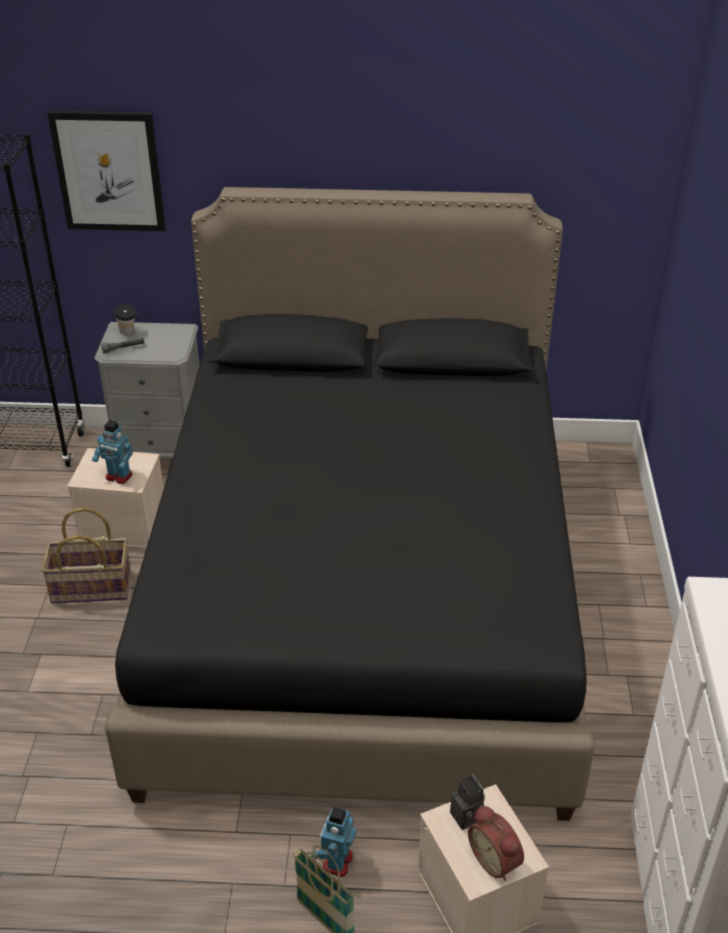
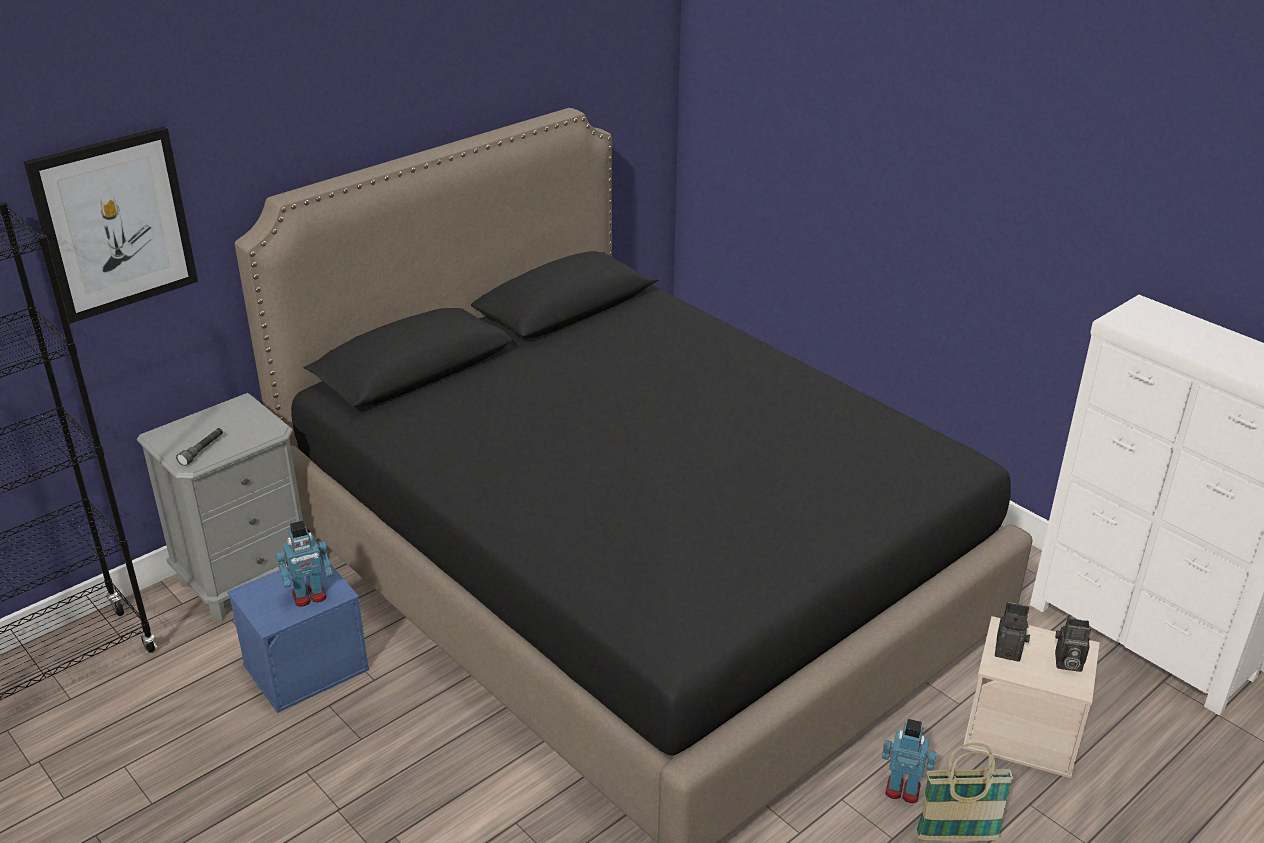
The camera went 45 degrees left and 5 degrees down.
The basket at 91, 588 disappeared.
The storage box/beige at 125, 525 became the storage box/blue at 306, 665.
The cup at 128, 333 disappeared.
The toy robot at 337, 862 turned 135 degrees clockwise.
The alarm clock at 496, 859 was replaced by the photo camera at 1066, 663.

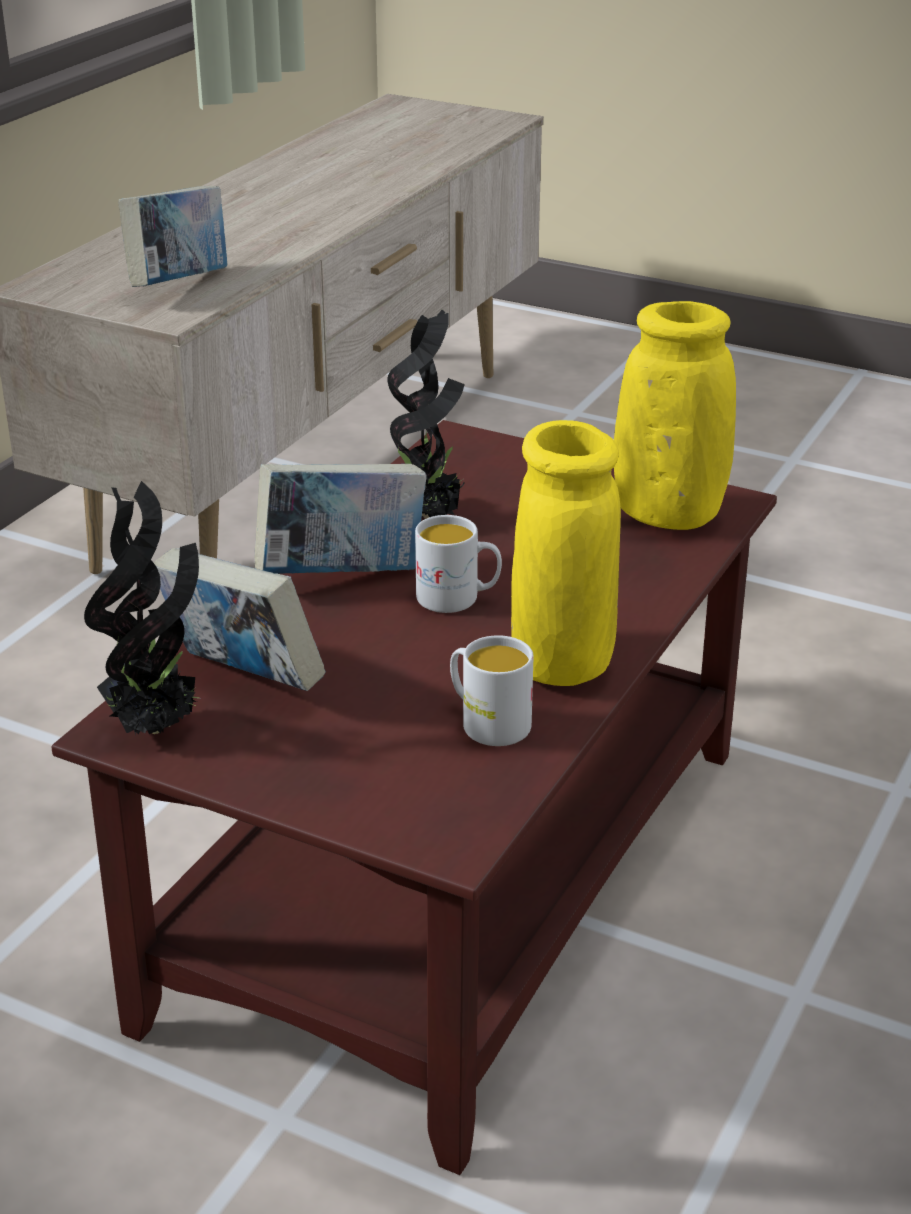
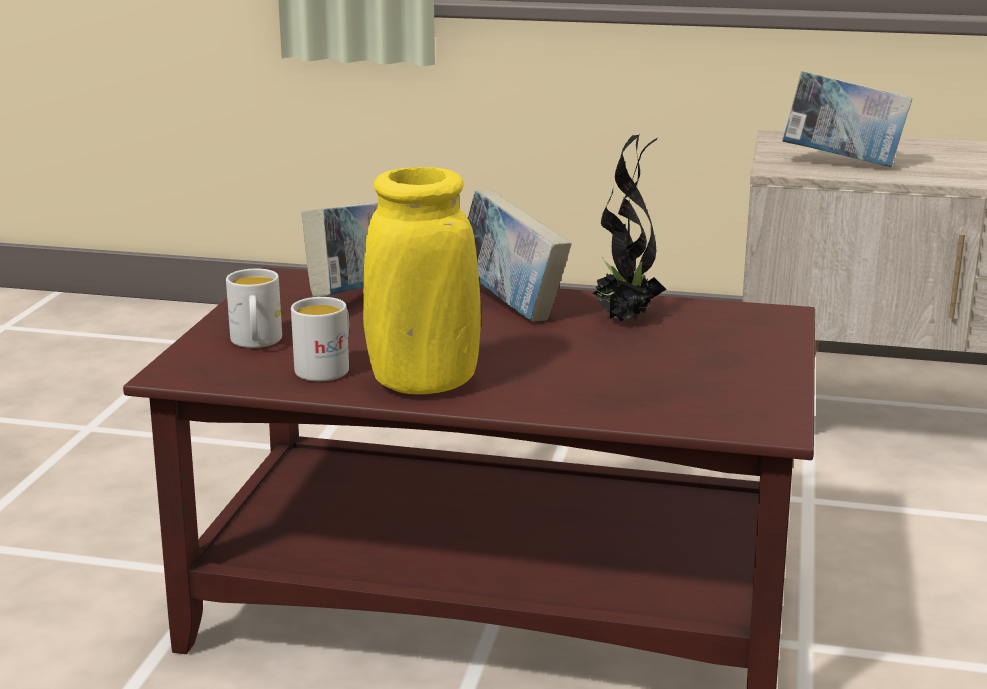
The camera went 75 degrees right and 10 degrees down.
The potted plant at 157, 727 disappeared.
The mug/white moved from 458, 598 to 256, 343.
The vase/yellow at 668, 515 disappeared.

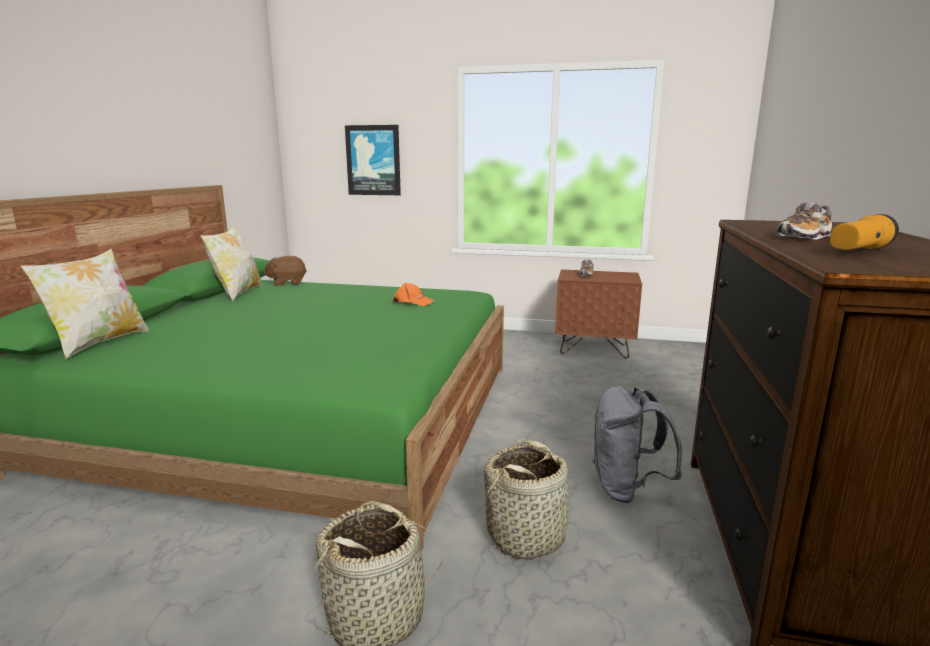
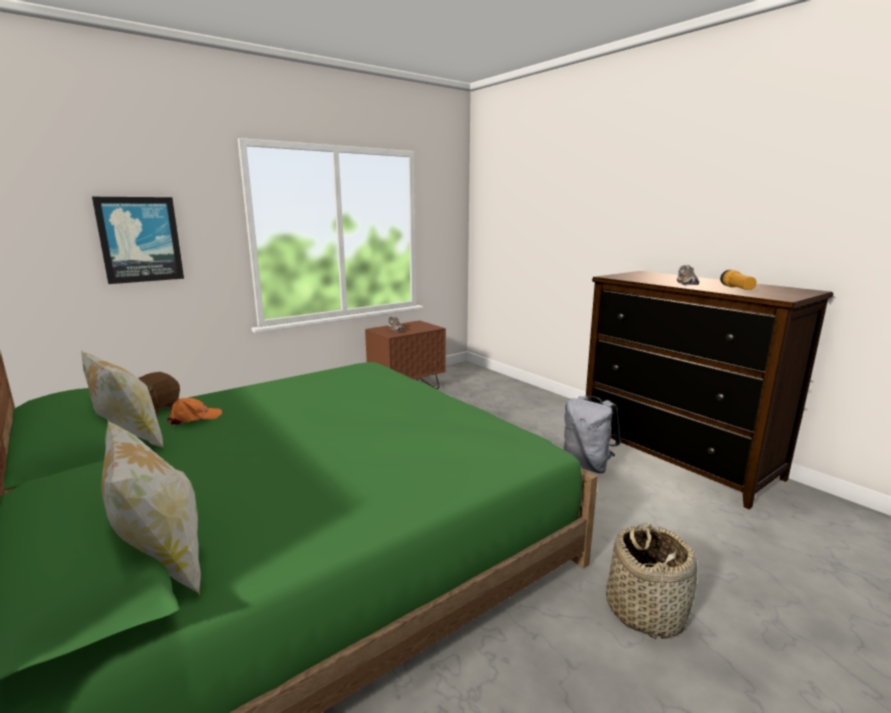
The camera went 50 degrees left and 0 degrees up.
The cap/orange moved from 412, 302 to 194, 418.
The basket at 526, 535 disappeared.

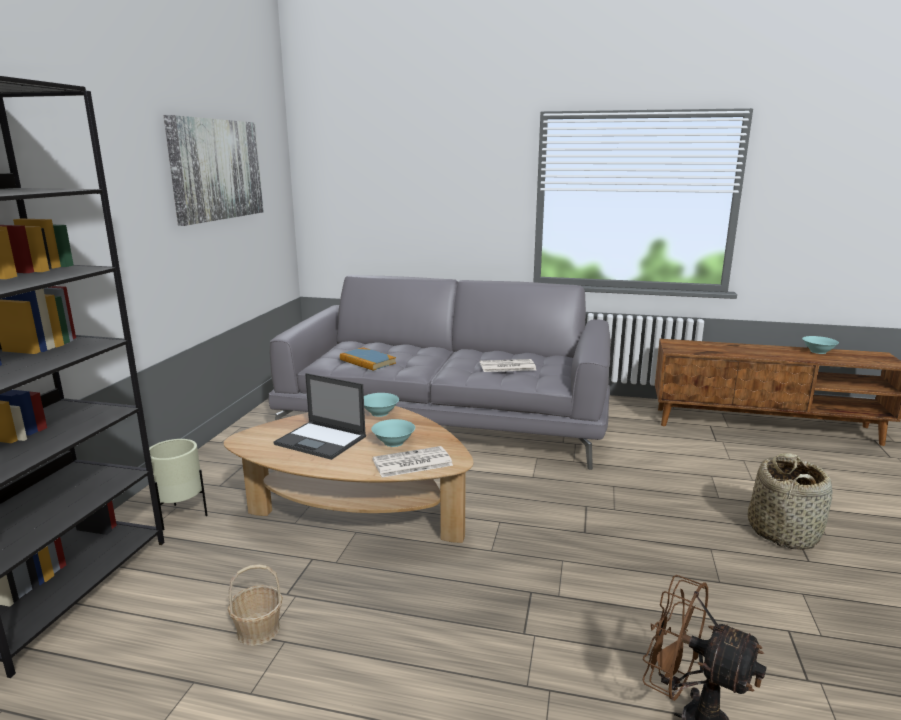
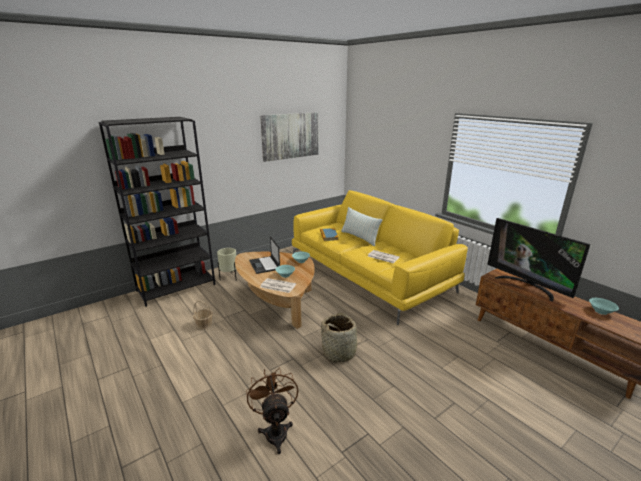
The camera went 40 degrees right and 5 degrees up.
The sofa/grey at 448, 419 became the sofa/yellow at 369, 274.
The basket moved from 783, 532 to 339, 352.
The pillow at 359, 237 appeared.
The television at 527, 286 appeared.

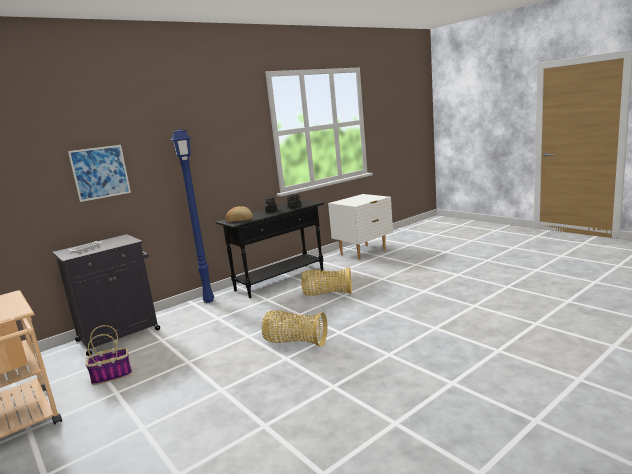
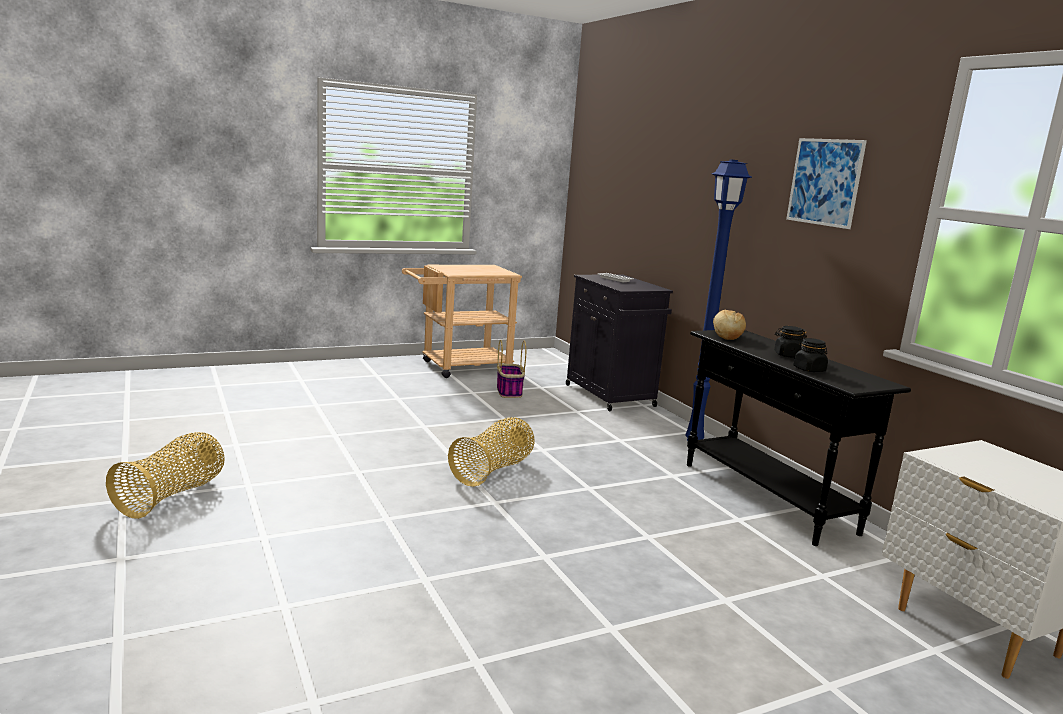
The camera went 100 degrees right and 0 degrees up.
The picture moved from 100, 172 to 824, 182.
The basket moved from 327, 294 to 172, 496.

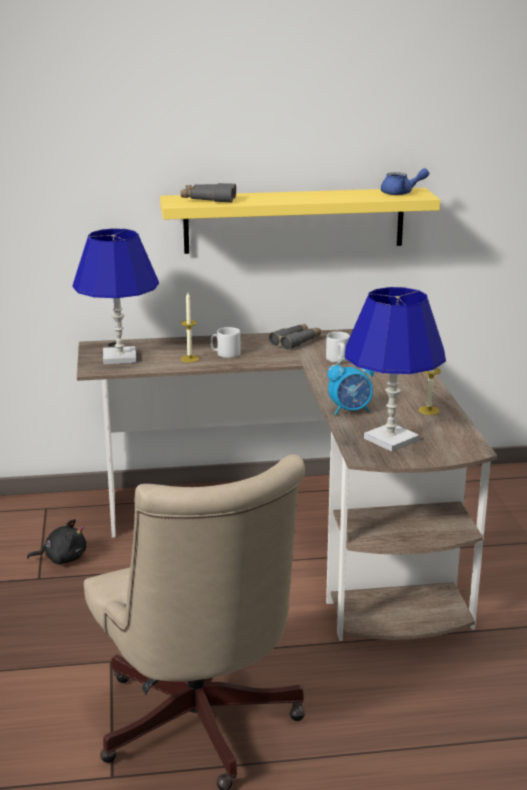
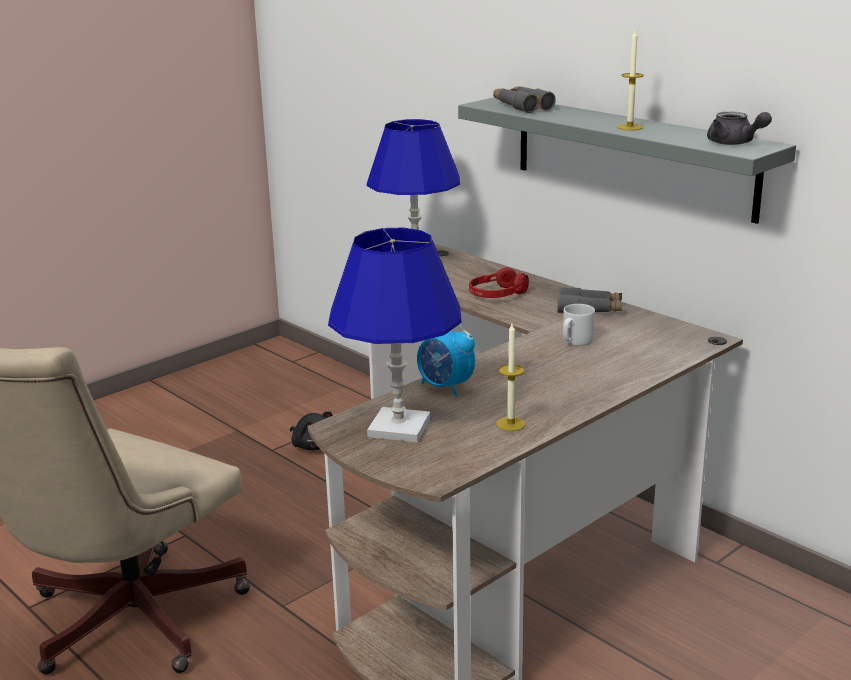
The camera went 55 degrees right and 0 degrees up.
The shelf/yellow at 294, 220 became the shelf/grey at 631, 156.
The candle moved from 189, 359 to 629, 127.
The mug/grey at 225, 354 was replaced by the headphones/red at 497, 294.
The teapot/blue at 401, 193 became the teapot/grey at 734, 143.

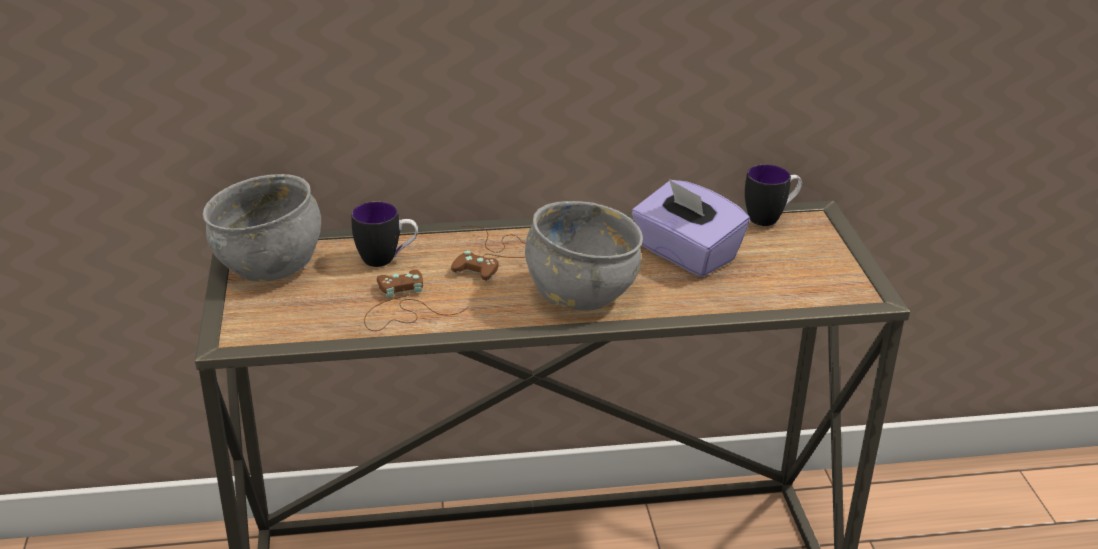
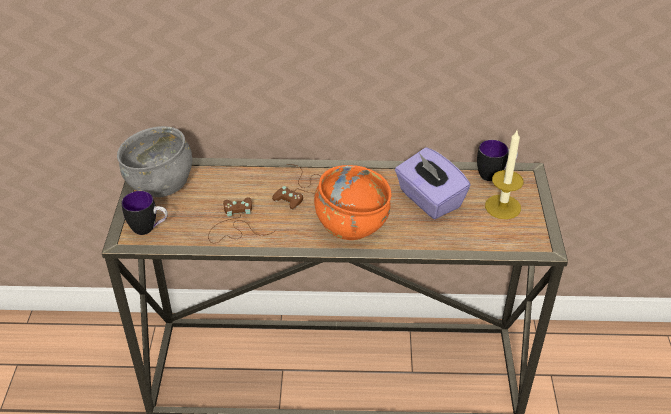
The camera went 10 degrees right and 10 degrees up.
The mug moved from 387, 260 to 149, 229.
The bowl/grey at 581, 293 became the bowl/orange at 351, 225.
The candle at 502, 207 appeared.

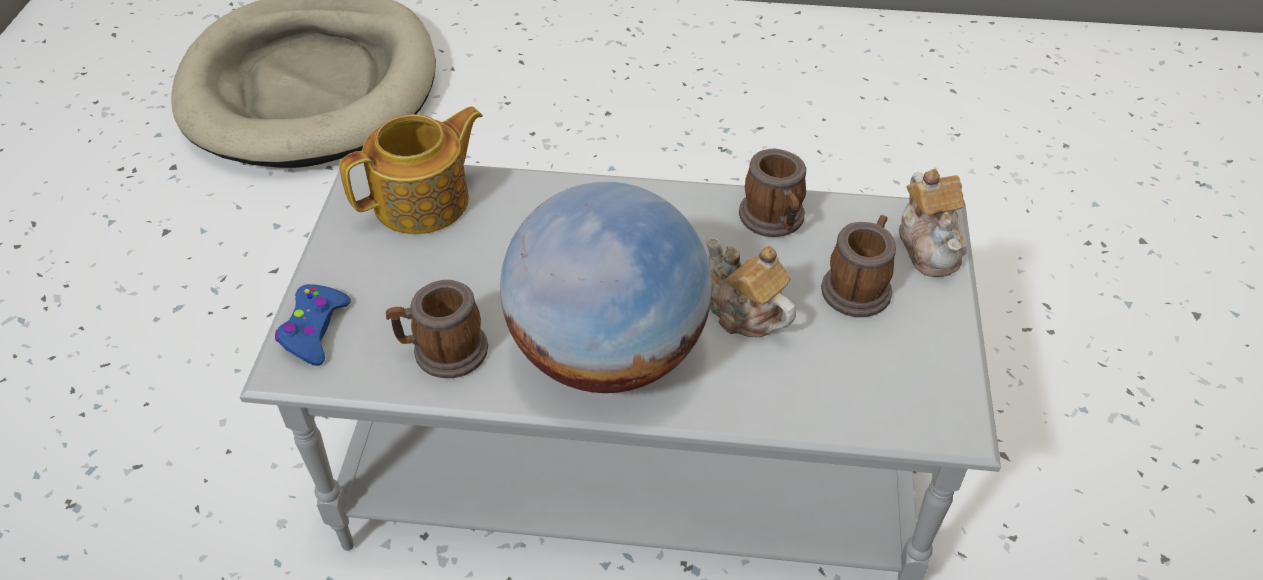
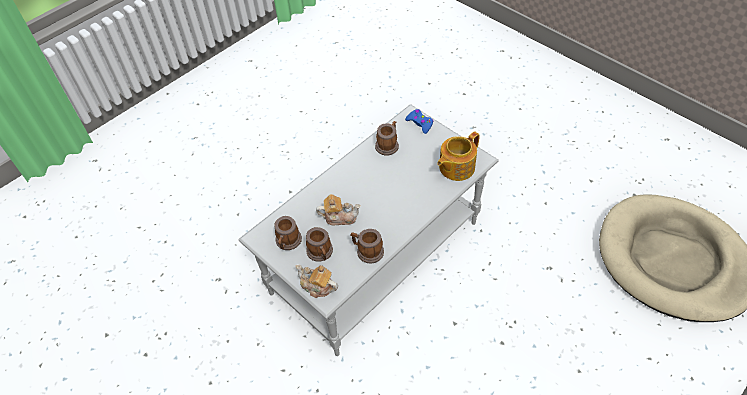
The camera went 130 degrees right and 5 degrees up.
The teapot at 424, 201 turned 45 degrees clockwise.
The globe at 607, 354 disappeared.
The mug at 287, 242 appeared.

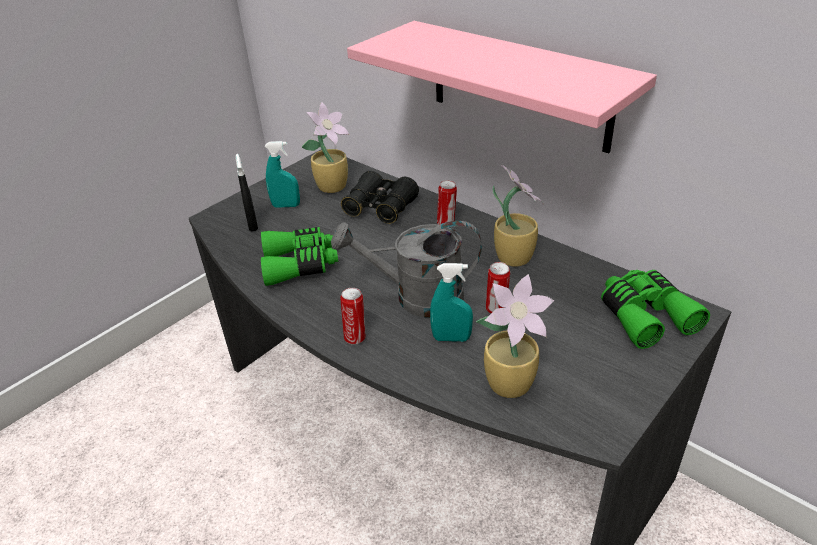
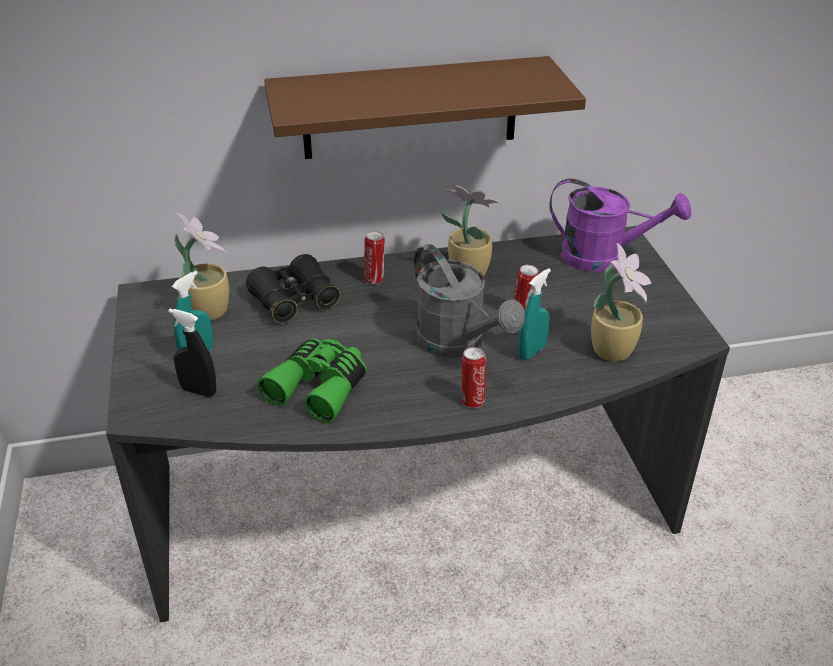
The camera went 55 degrees left and 0 degrees up.
The watering can/grey at 416, 297 turned 75 degrees counterclockwise.
The shelf/pink at 519, 85 became the shelf/brown at 410, 108.
The binoculars/green at 645, 315 was replaced by the watering can/purple at 604, 257.

